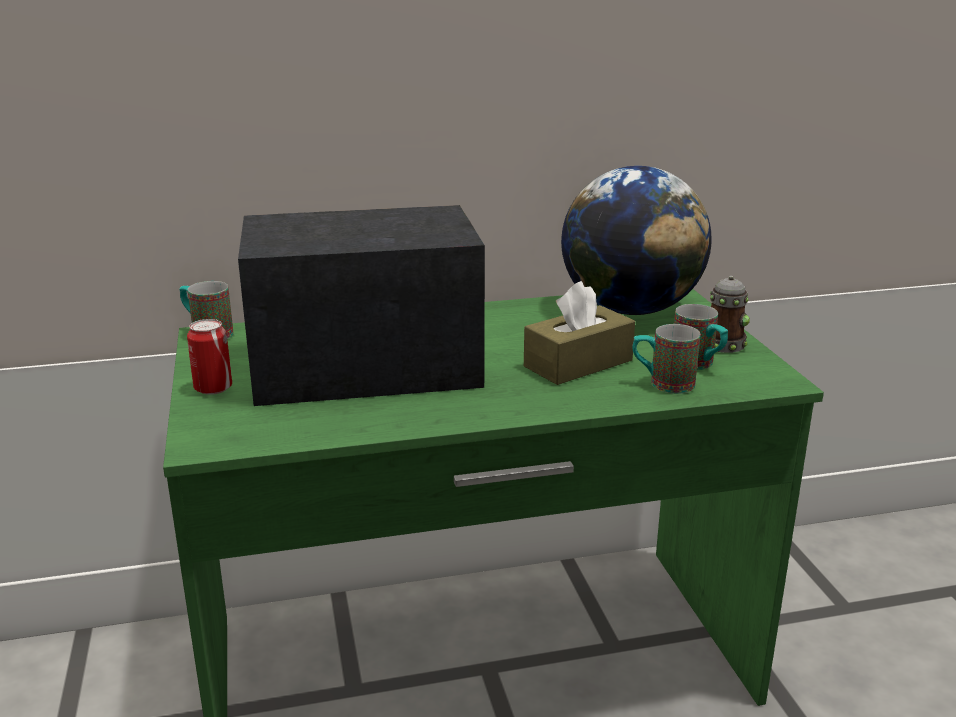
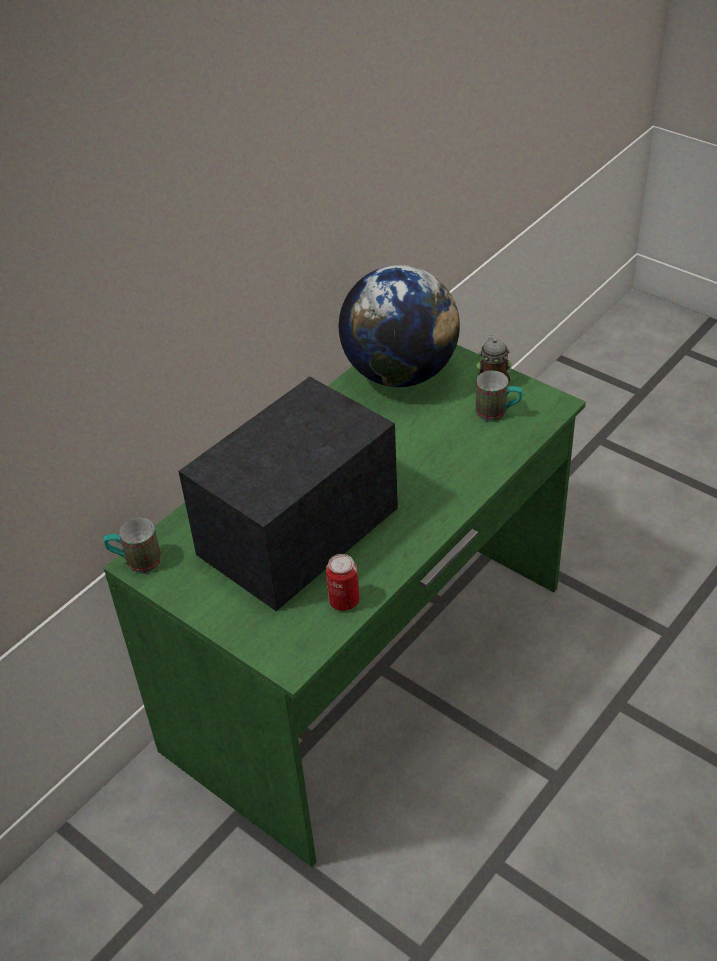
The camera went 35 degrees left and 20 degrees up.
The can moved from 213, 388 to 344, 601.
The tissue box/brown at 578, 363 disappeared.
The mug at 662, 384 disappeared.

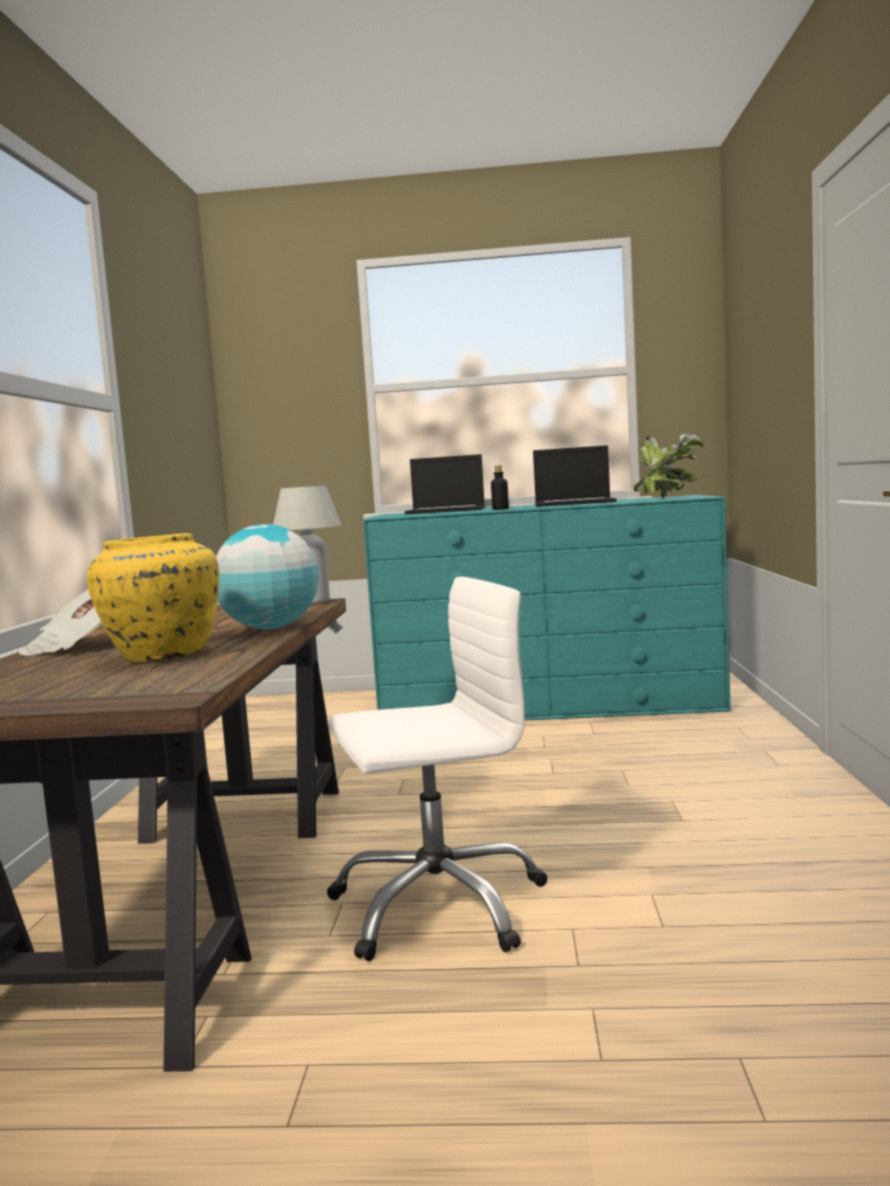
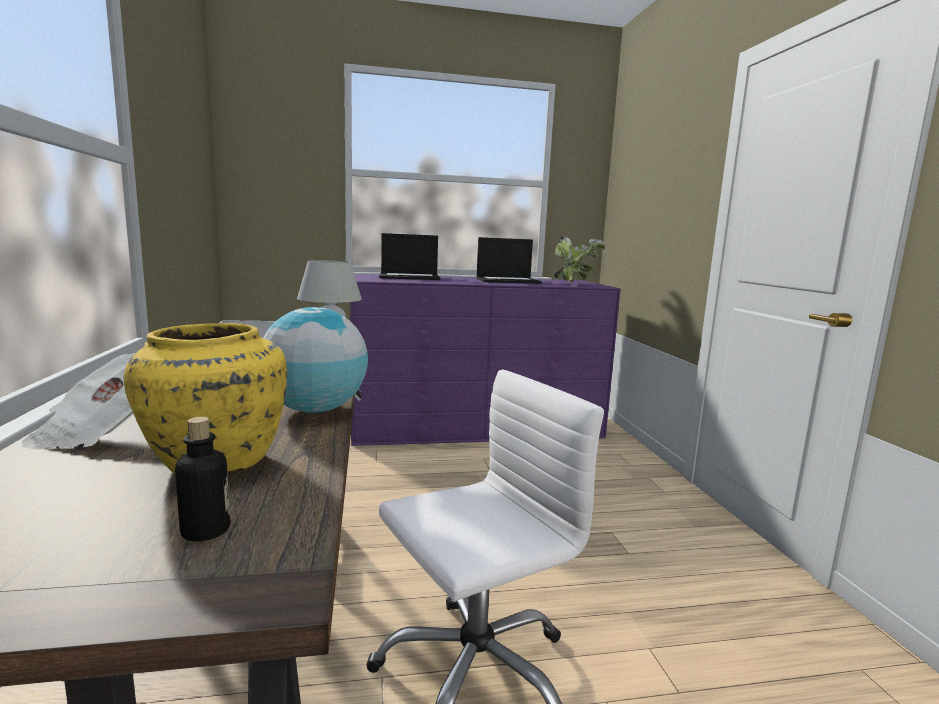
The camera went 15 degrees left and 5 degrees up.
The dresser/turquoise at 549, 703 became the dresser/purple at 475, 425.
The bottle moved from 500, 509 to 205, 530.

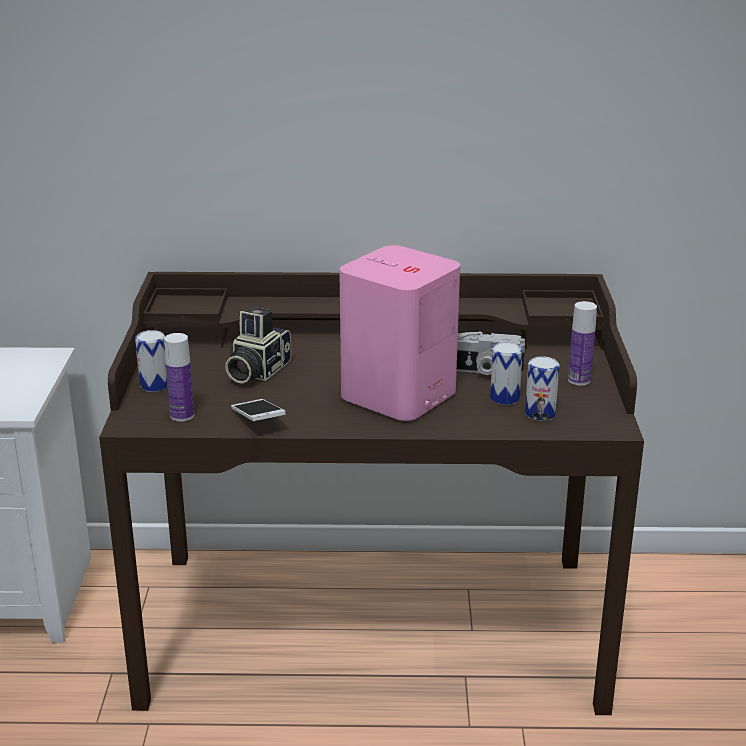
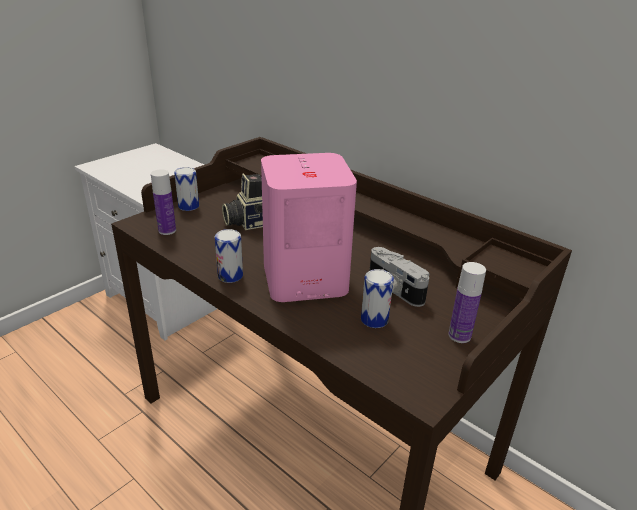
The camera went 40 degrees right and 5 degrees up.
The phone at 258, 420 disappeared.
The can moved from 540, 414 to 230, 276.

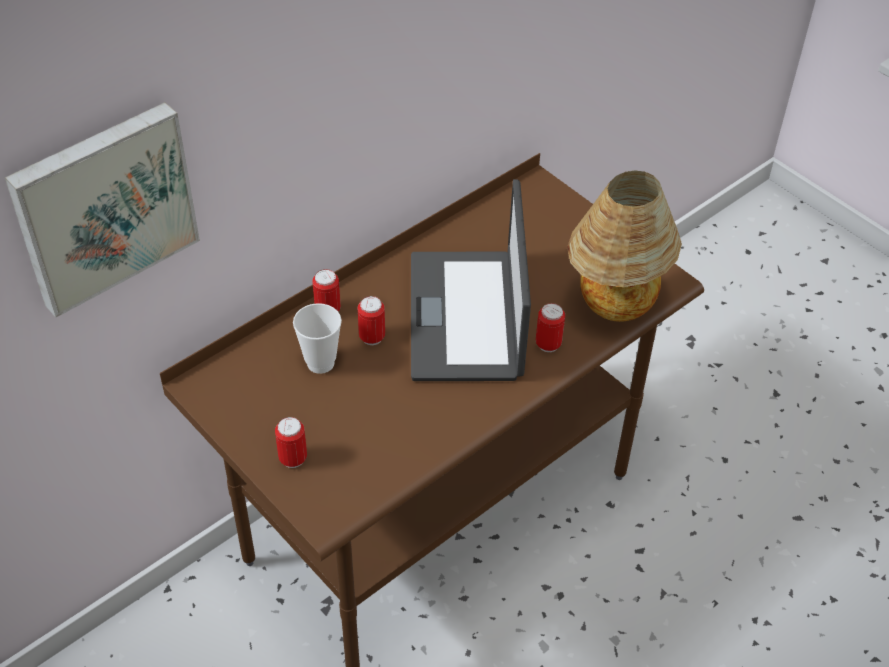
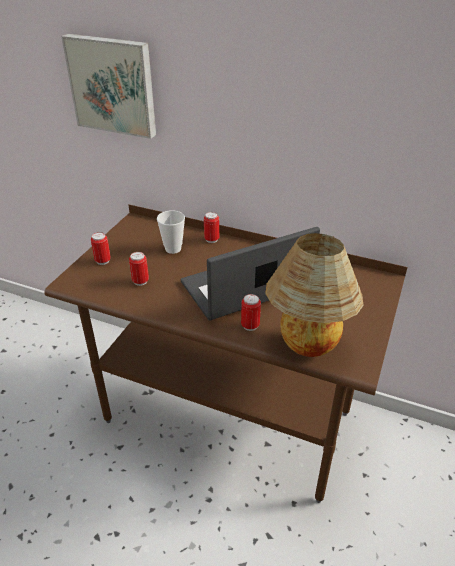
The camera went 65 degrees right and 10 degrees down.
The can moved from 372, 337 to 140, 281.

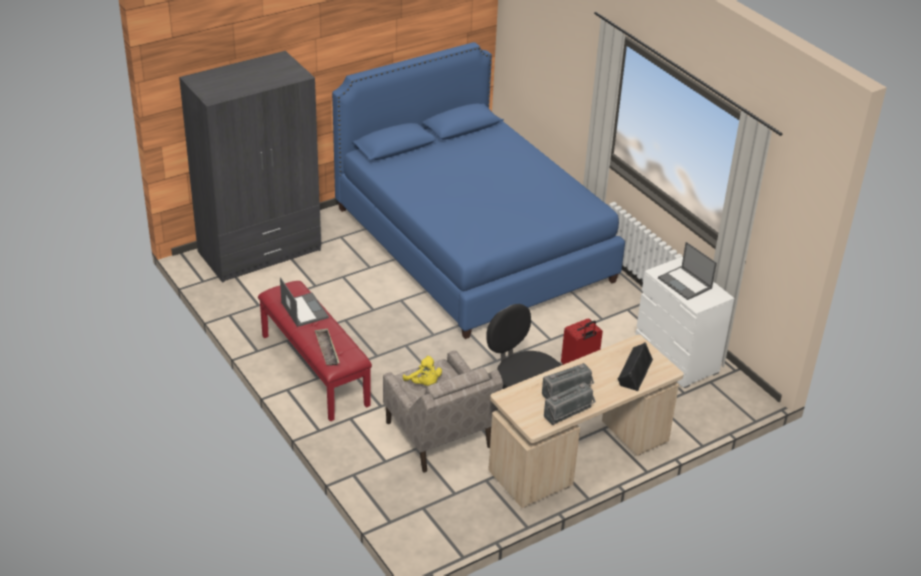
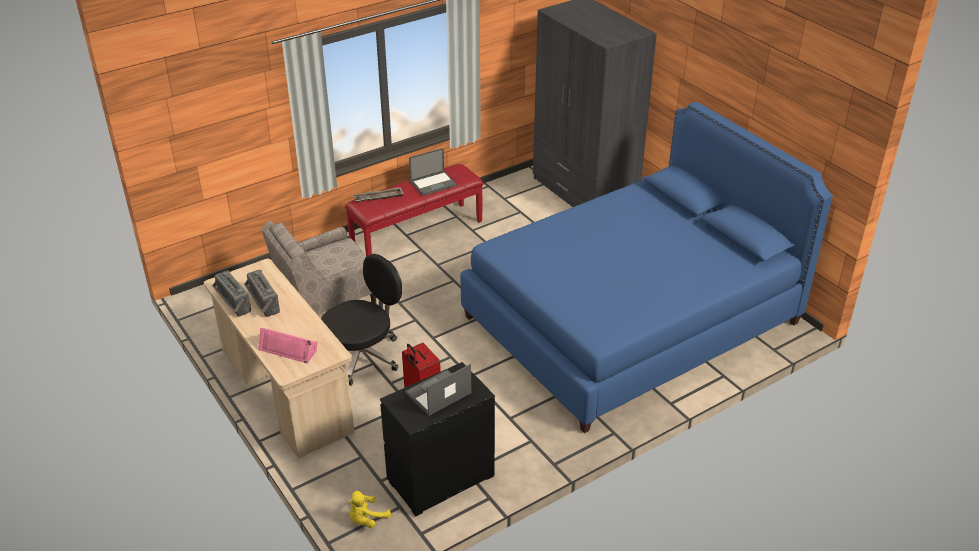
The camera went 90 degrees right and 0 degrees up.
The plush toy/yellow moved from 424, 383 to 367, 519.
The speaker/black at 634, 371 became the speaker/pink at 288, 348.
The dresser/white at 676, 359 became the dresser/black at 440, 478.

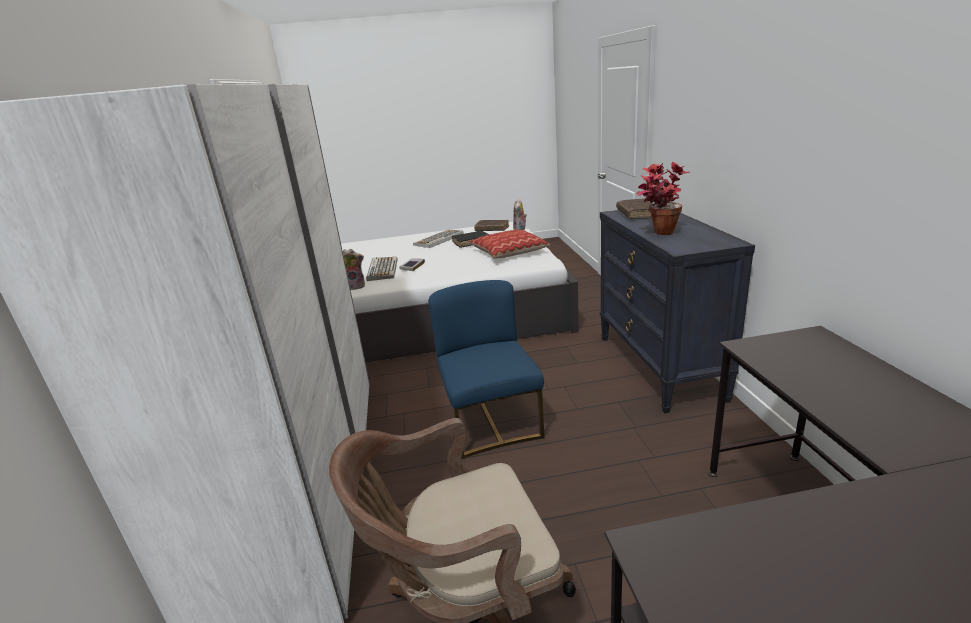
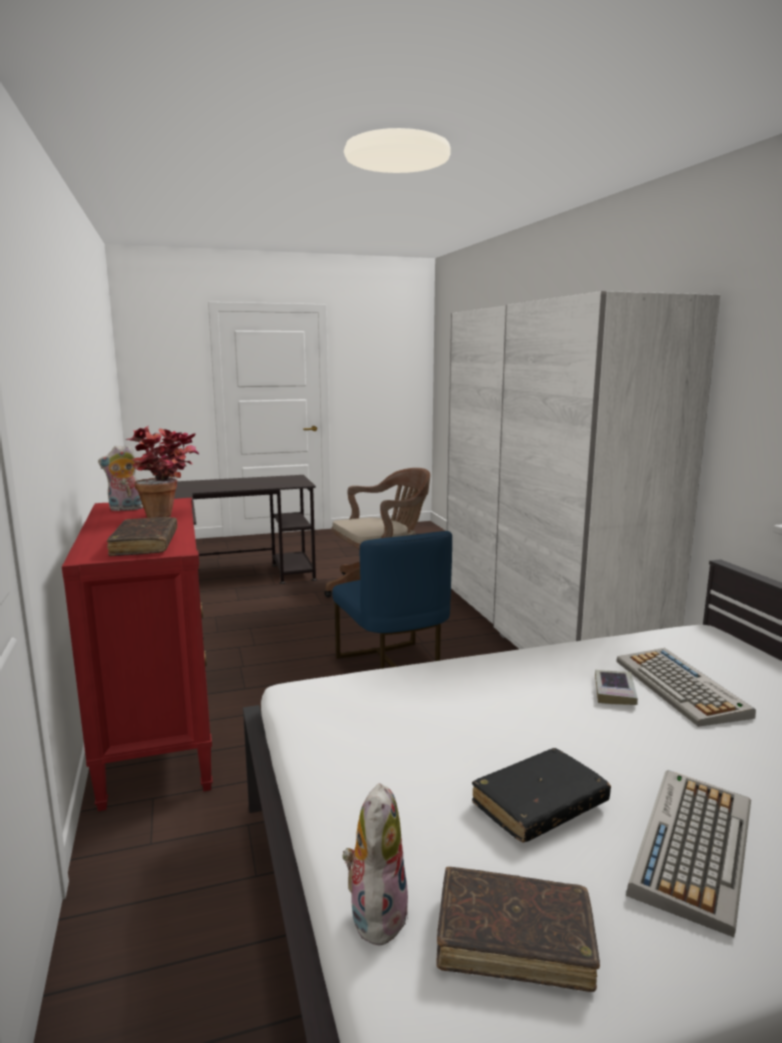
The camera went 170 degrees right and 10 degrees down.
The plush toy moved from 356, 286 to 125, 509.
The pillow at 508, 252 disappeared.
The dresser/black at 659, 367 became the dresser/red at 157, 732.

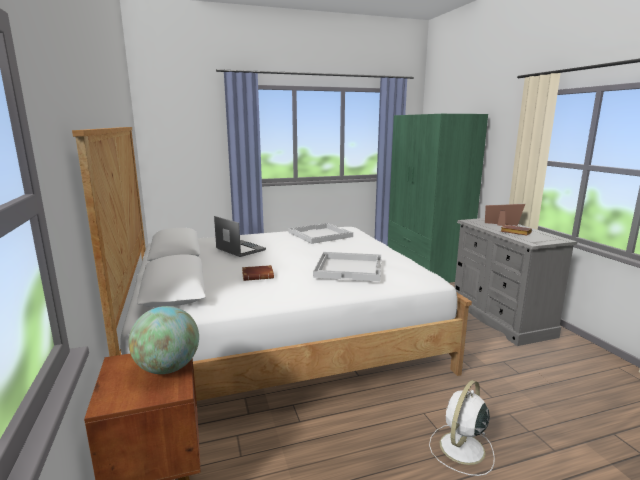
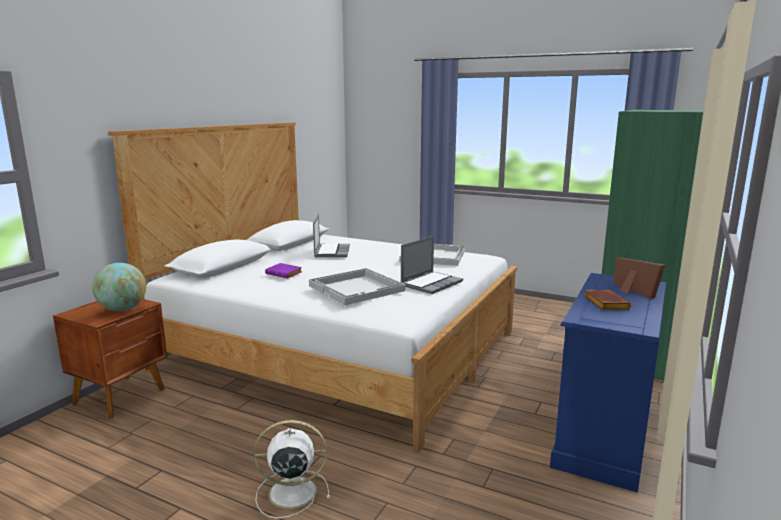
The camera went 45 degrees right and 0 degrees up.
The book/brown at 258, 276 became the book/purple at 285, 274.
The dresser/grey at 500, 318 became the dresser/blue at 603, 435.
The laptop at 431, 283 appeared.

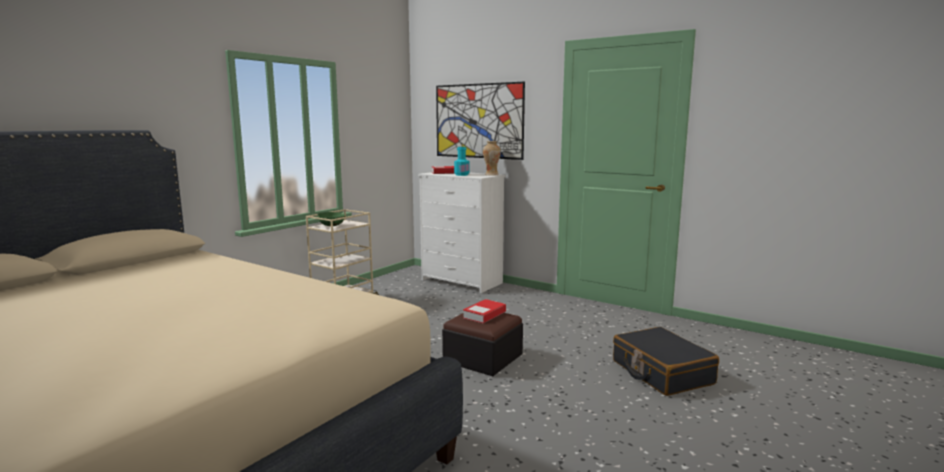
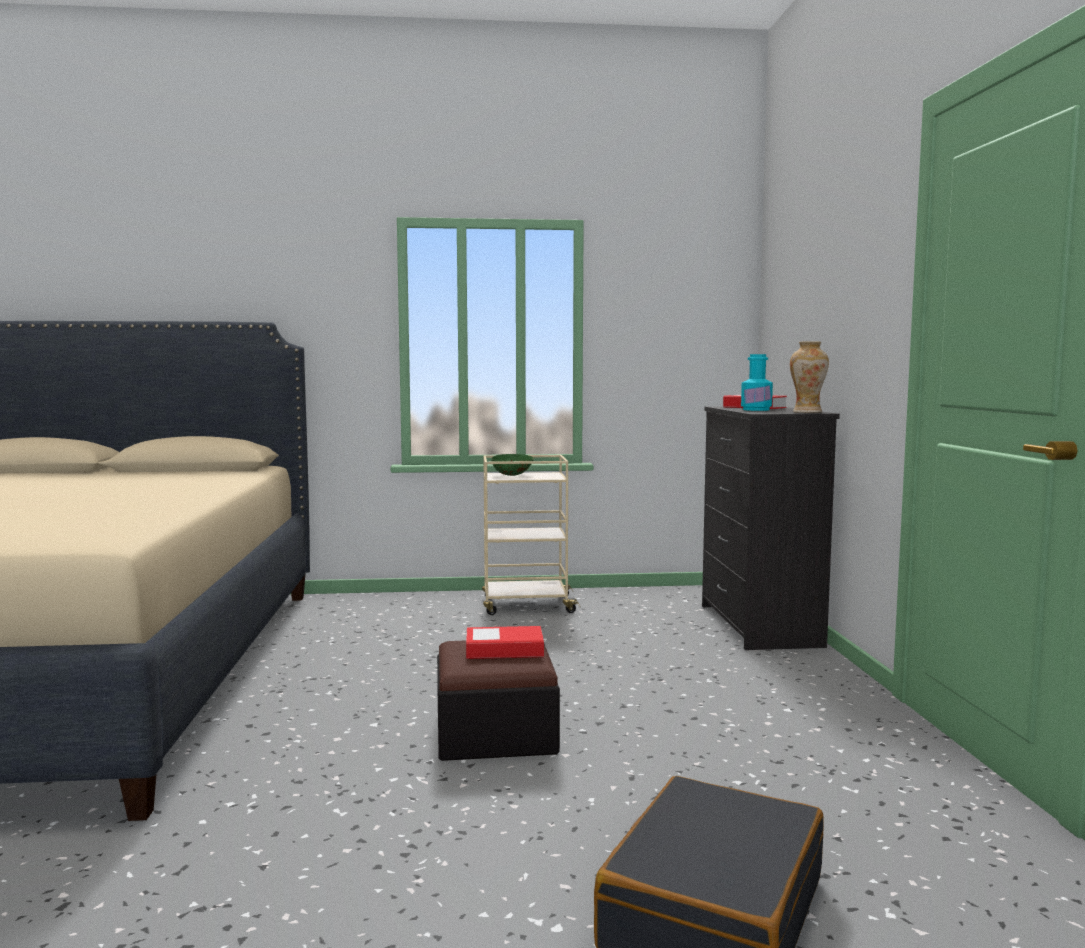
The camera went 50 degrees right and 5 degrees down.
The dresser/white at 462, 282 became the dresser/black at 758, 626.
The picture at 478, 121 disappeared.

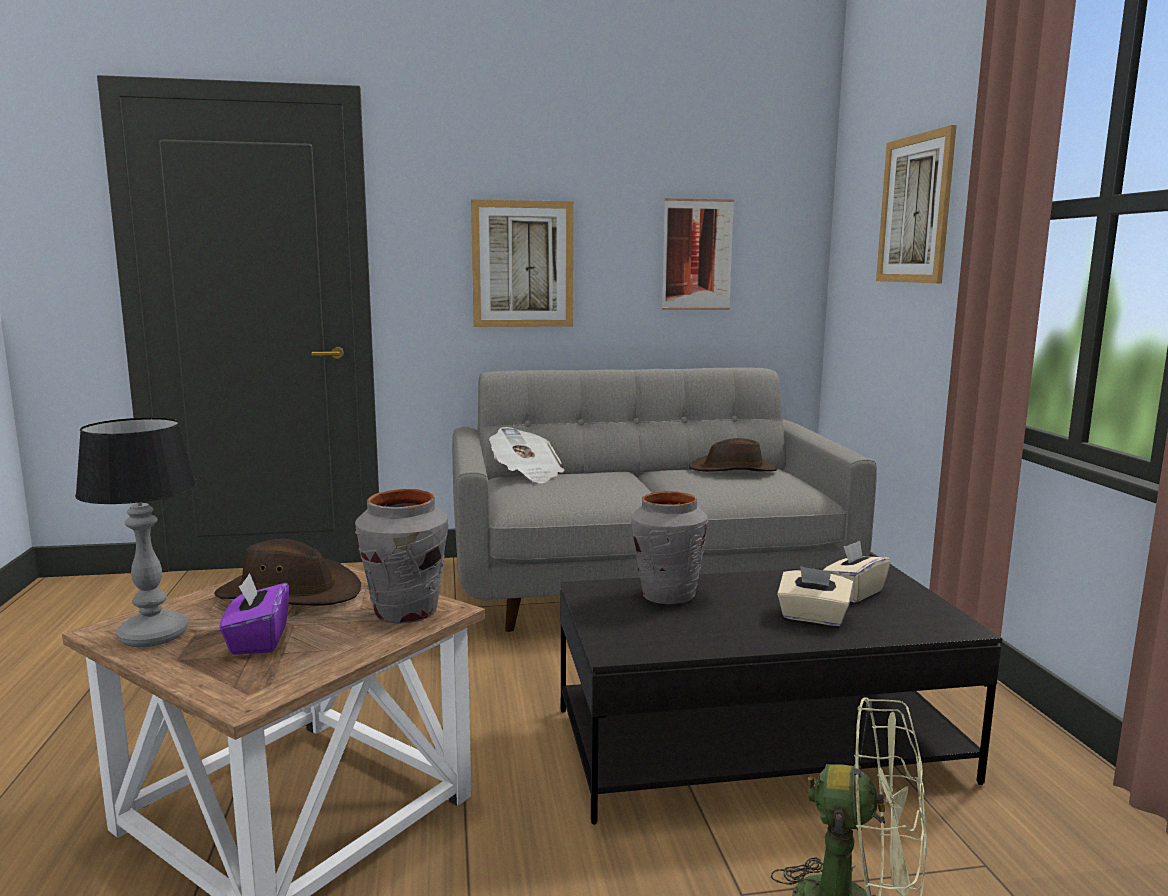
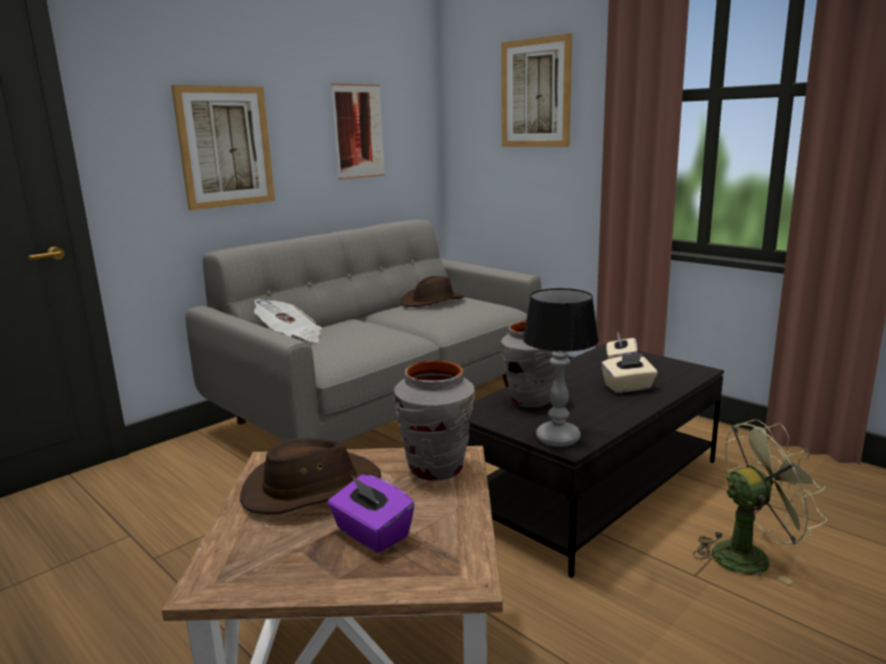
The camera went 35 degrees left and 5 degrees up.
The table lamp moved from 155, 636 to 558, 438.

